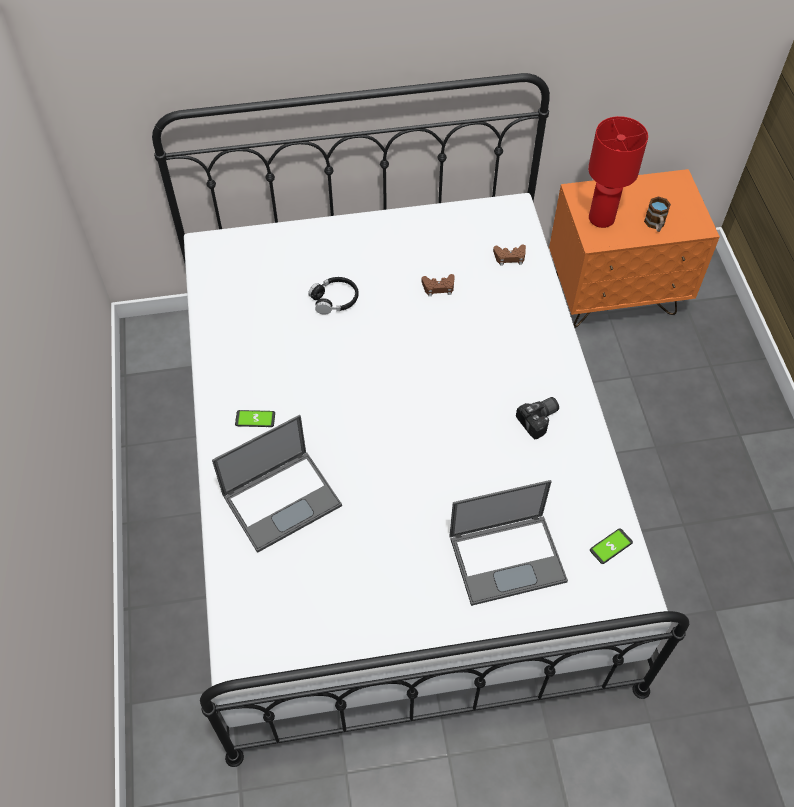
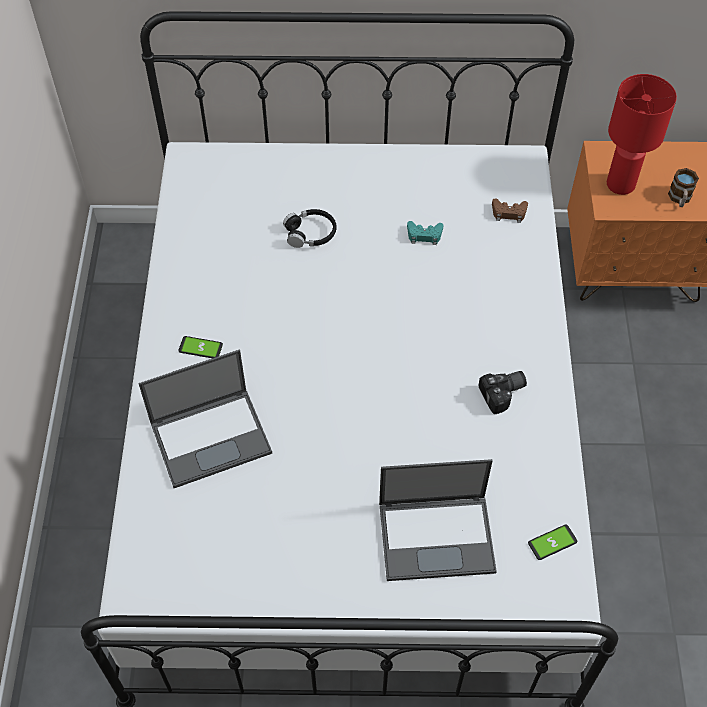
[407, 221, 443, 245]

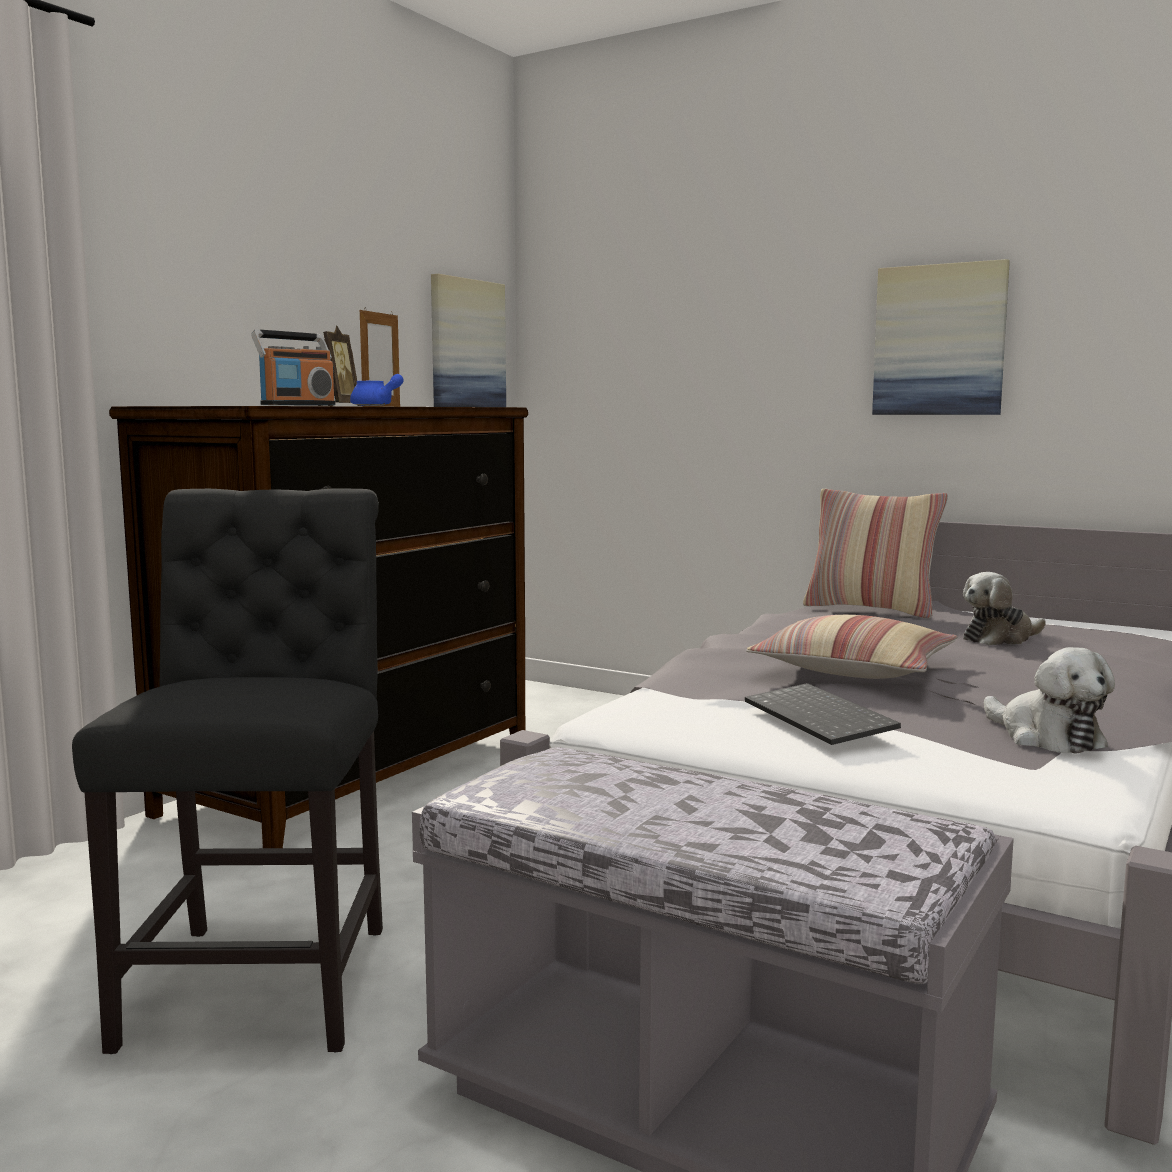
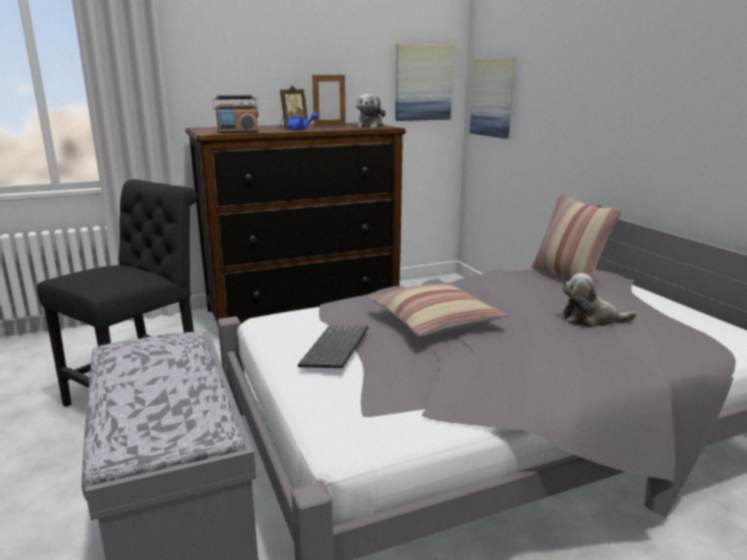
[470, 57, 515, 139]
[355, 94, 386, 128]

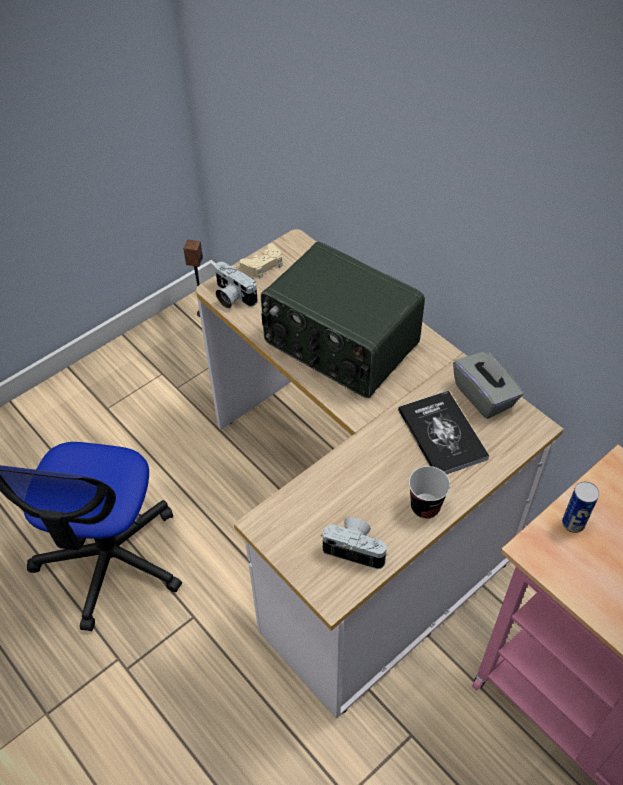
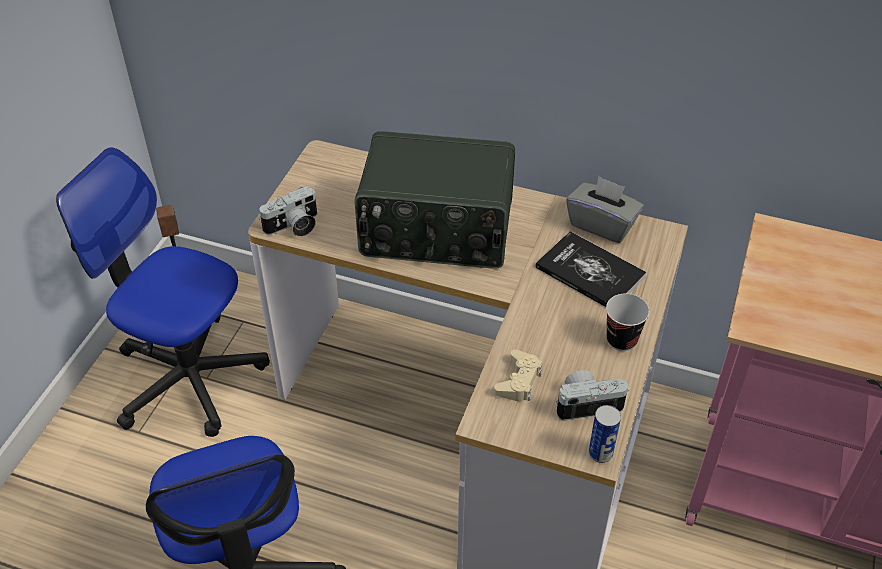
[259, 186, 317, 236]
[494, 349, 542, 401]
[589, 405, 621, 463]
[56, 148, 270, 437]

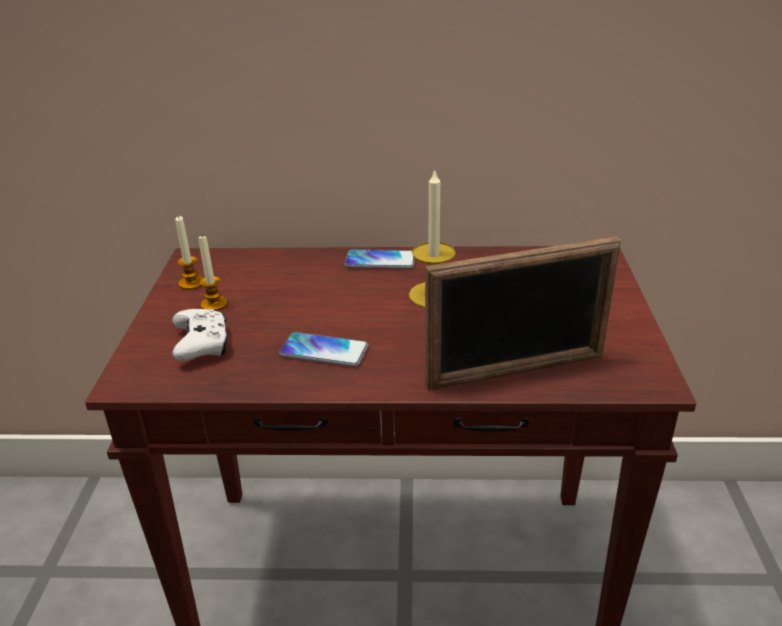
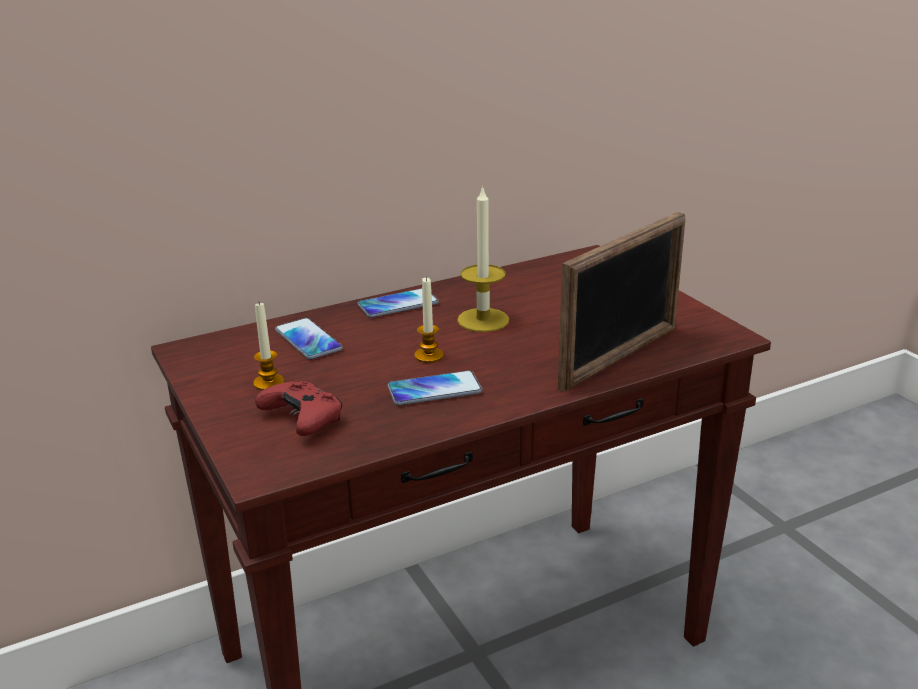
[255, 380, 342, 436]
[414, 276, 444, 363]
[275, 318, 343, 360]

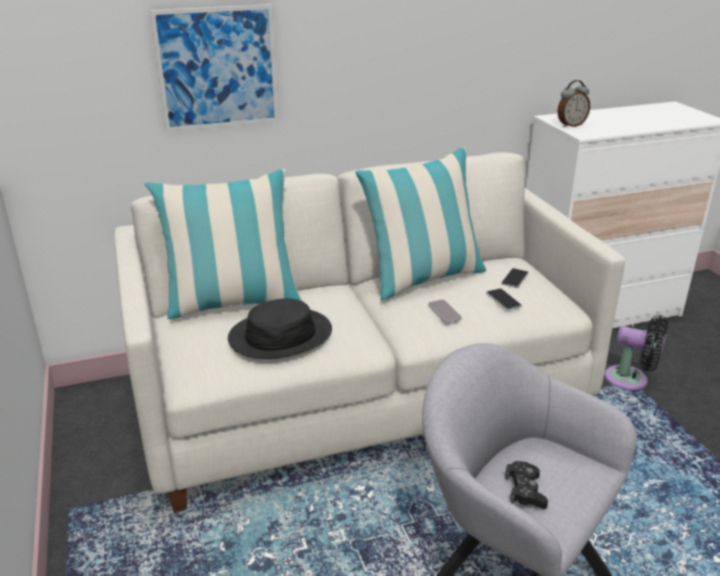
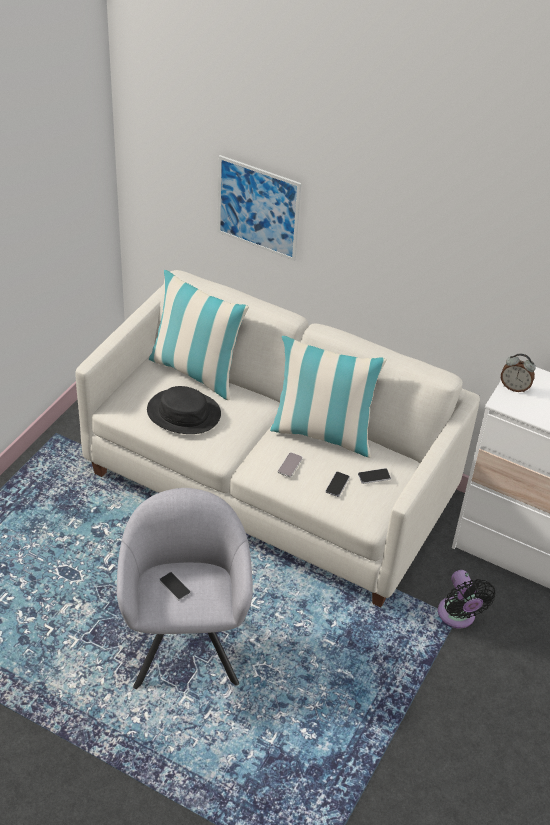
[159, 572, 191, 600]

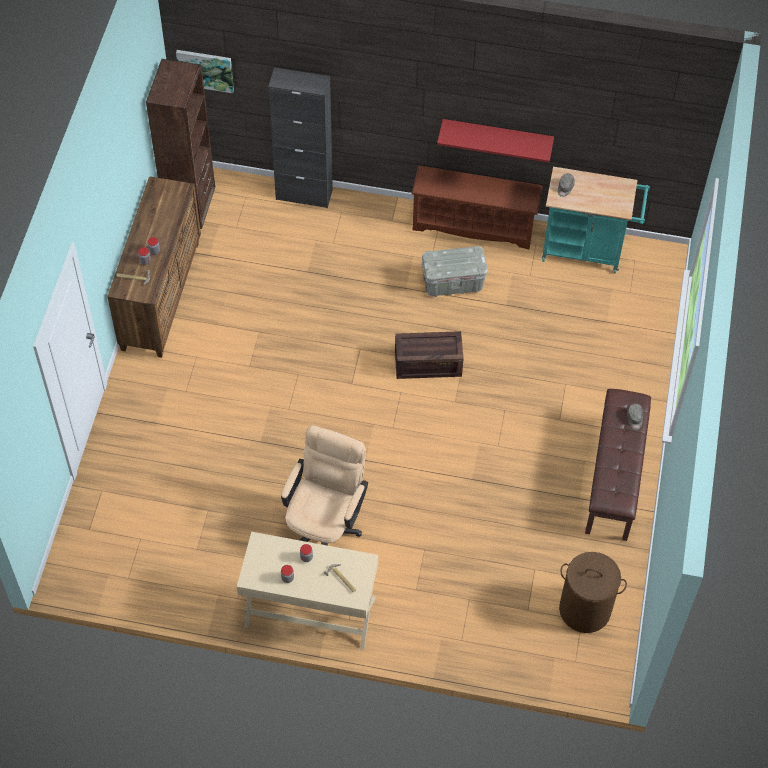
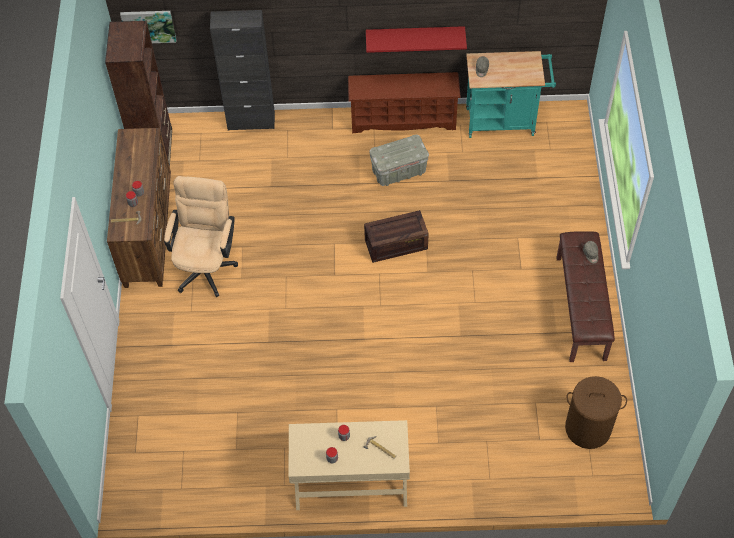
[164, 176, 238, 297]

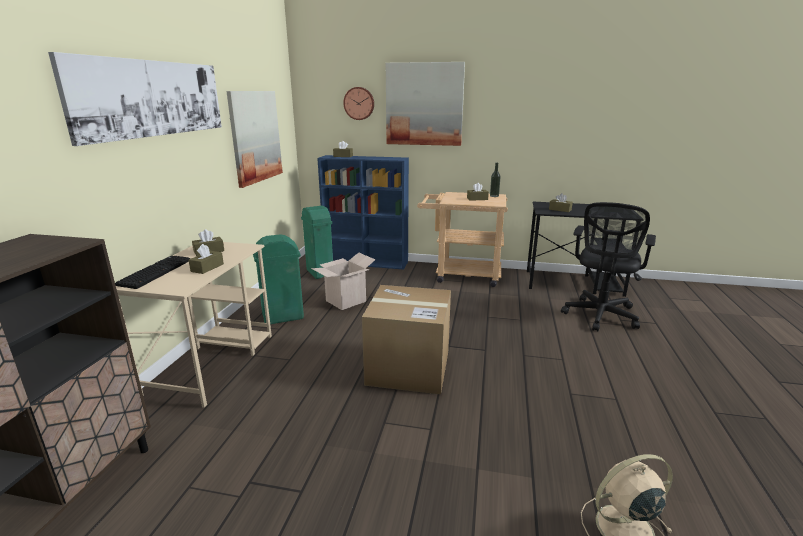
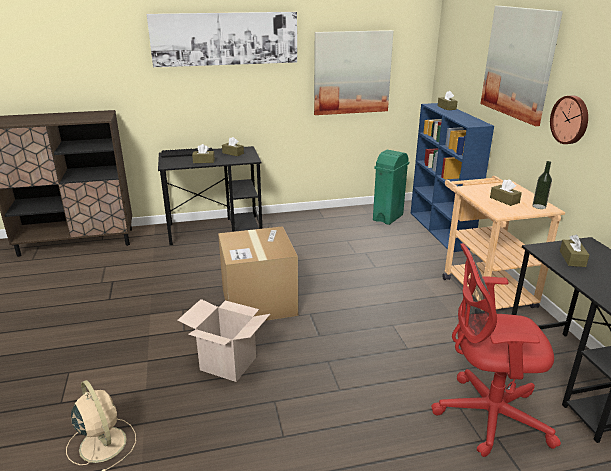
[158, 146, 262, 245]
[253, 234, 304, 324] (first image)
[177, 299, 270, 382]
[550, 95, 588, 144]
[431, 243, 561, 457]

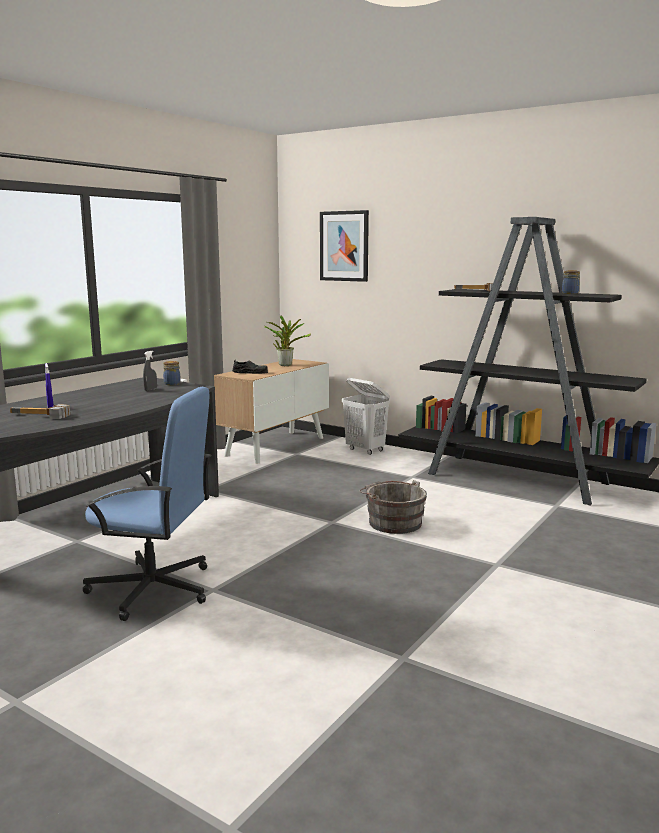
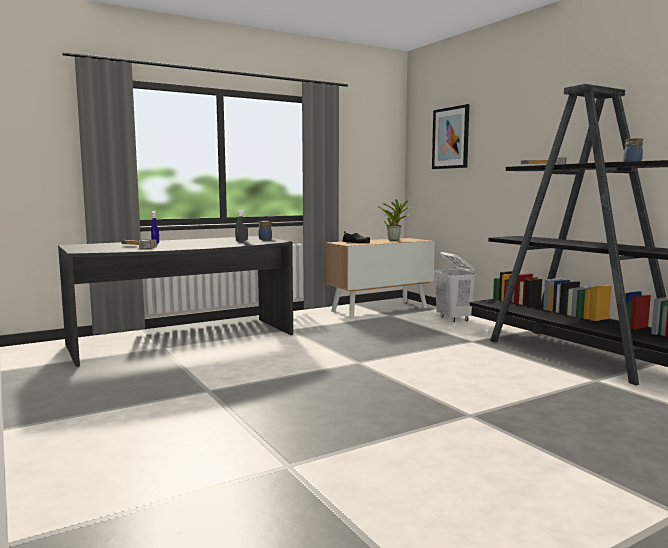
[82, 387, 211, 621] (first image)
[359, 480, 427, 534] (first image)

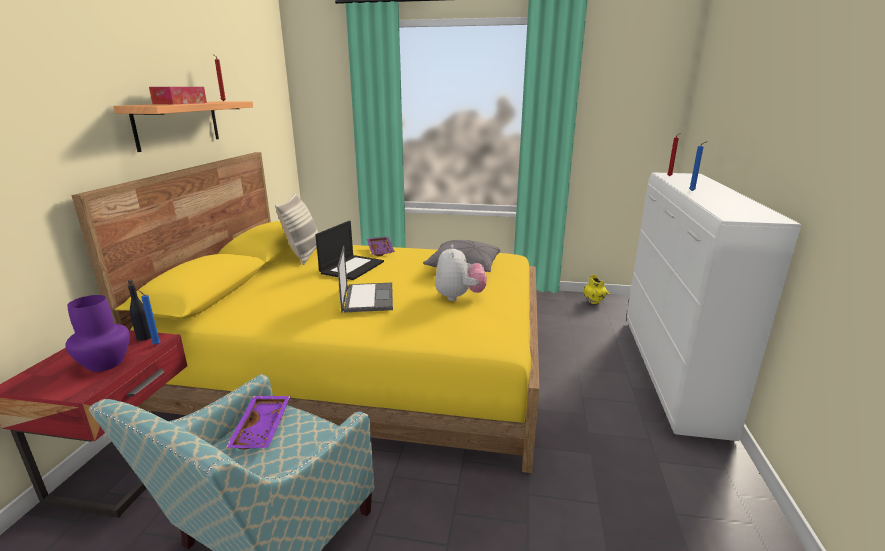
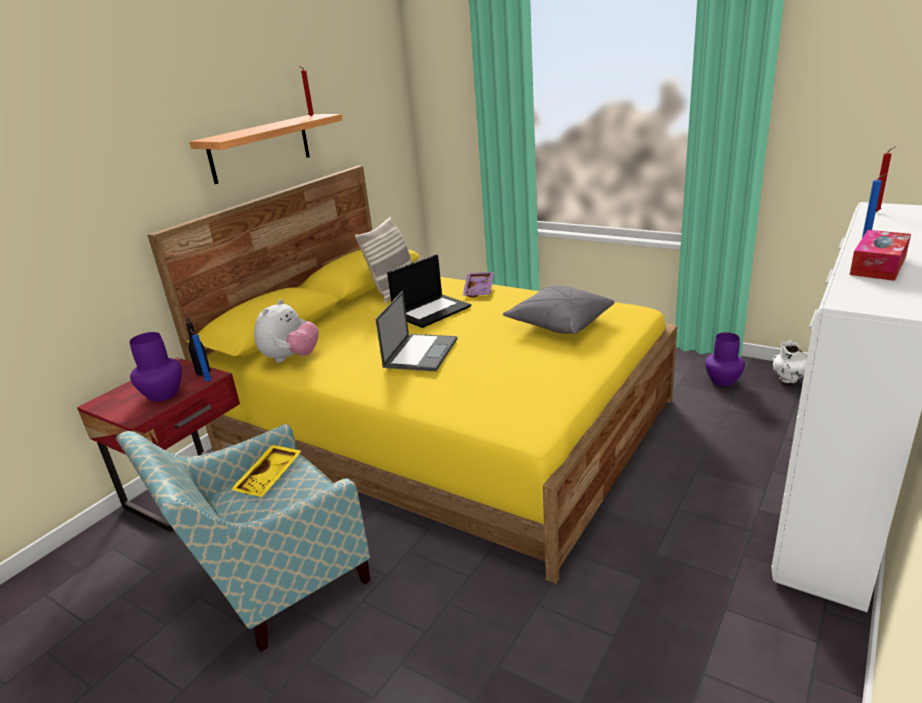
[850, 230, 911, 281]
[231, 445, 301, 497]
[254, 299, 319, 363]
[773, 340, 806, 383]
[705, 332, 745, 386]

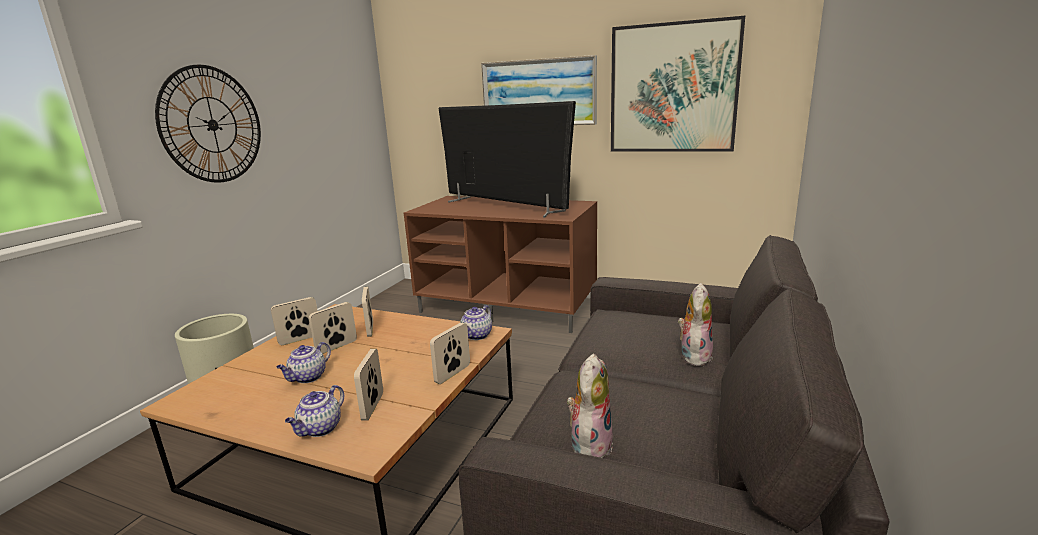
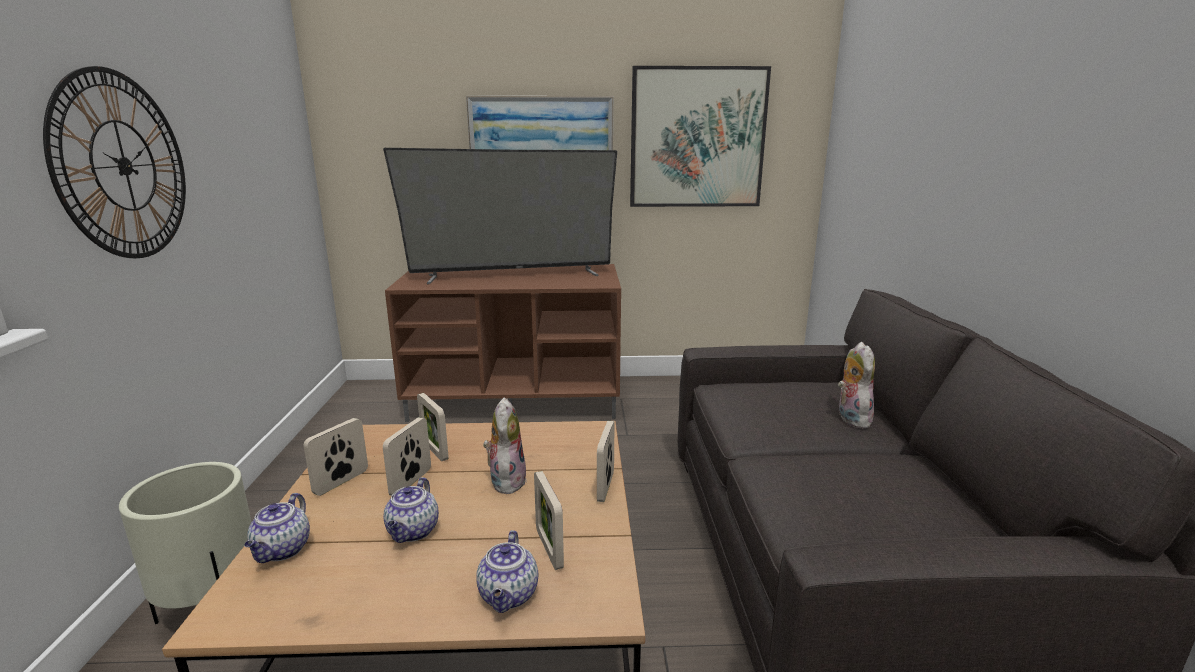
[383, 148, 617, 284]
[244, 493, 310, 563]
[483, 397, 527, 494]

